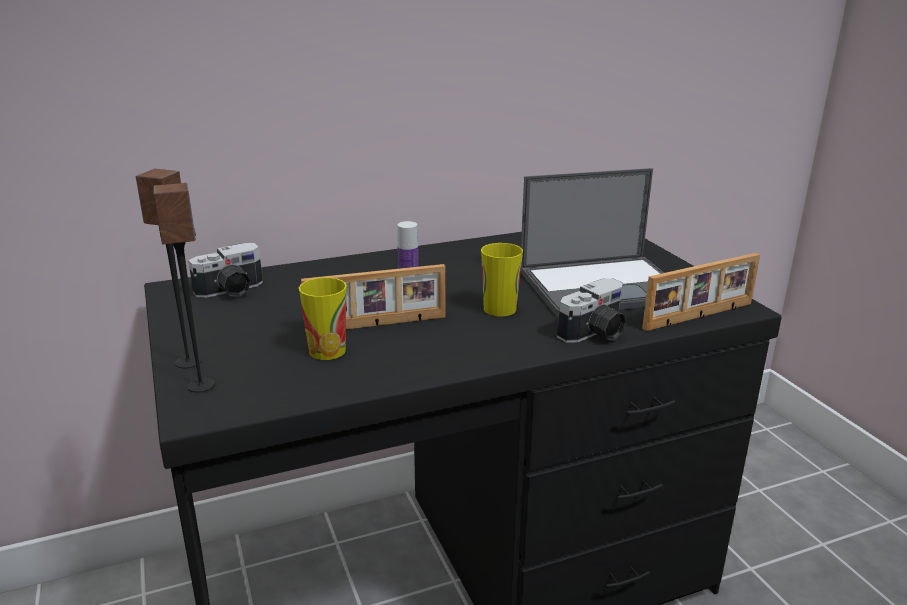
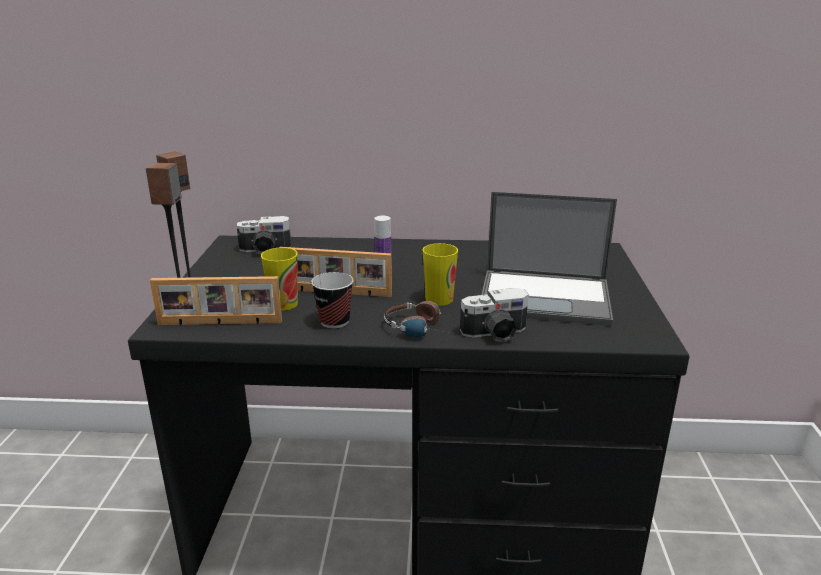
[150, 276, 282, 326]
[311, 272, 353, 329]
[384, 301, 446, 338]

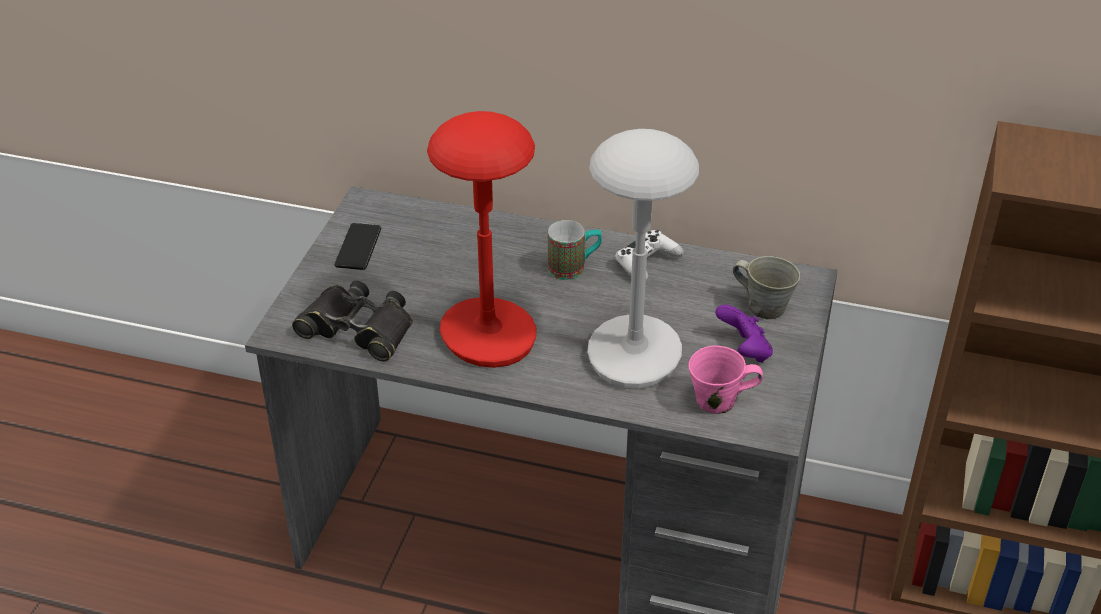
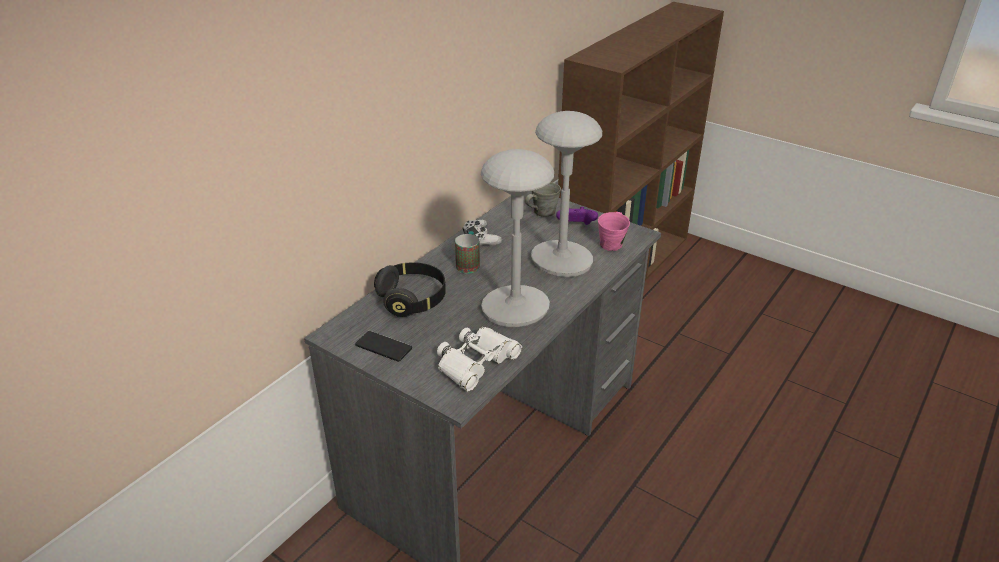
[437, 327, 522, 392]
[481, 149, 554, 327]
[374, 262, 446, 317]

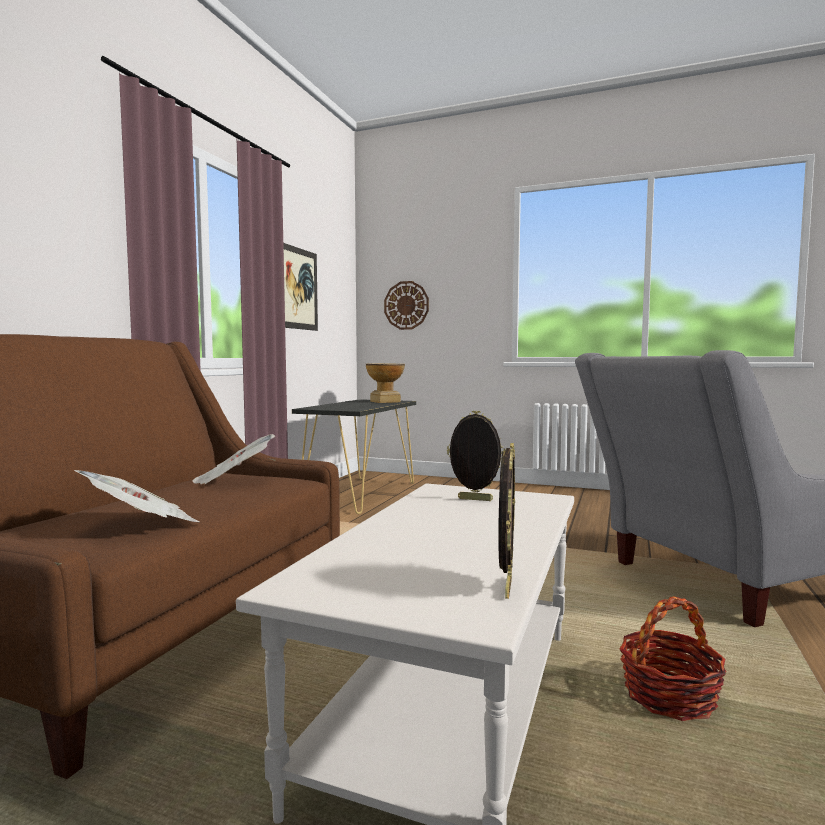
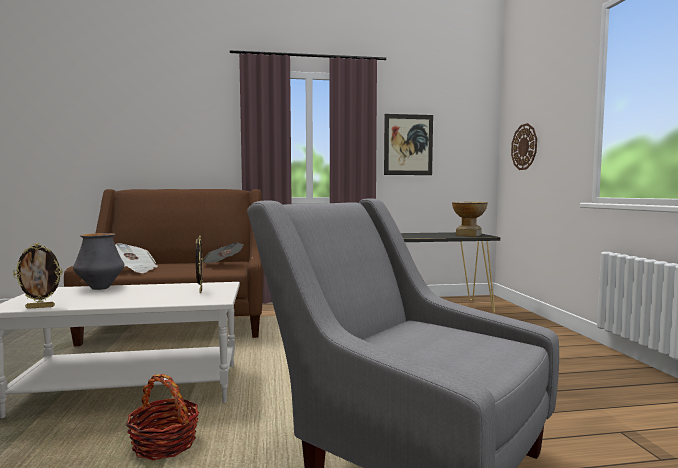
[73, 233, 125, 290]

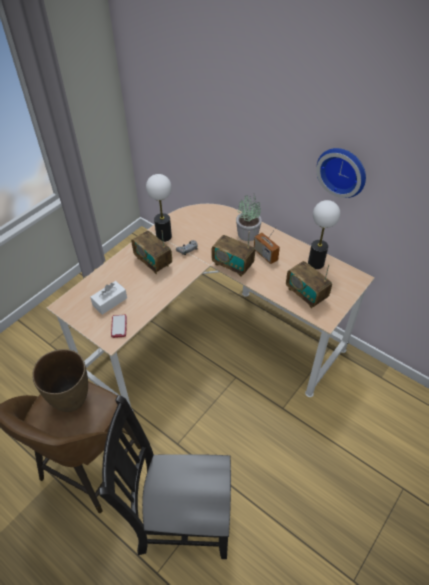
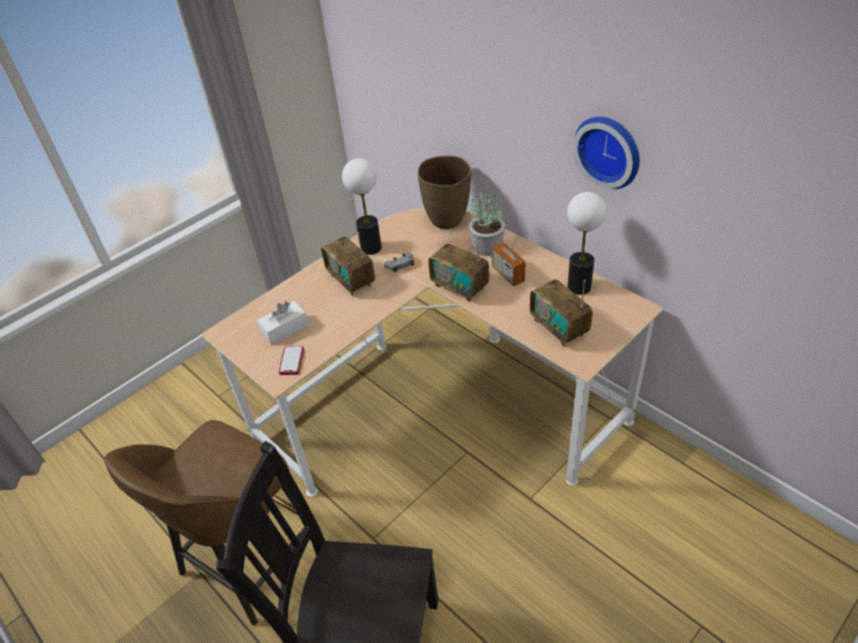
[418, 156, 471, 229]

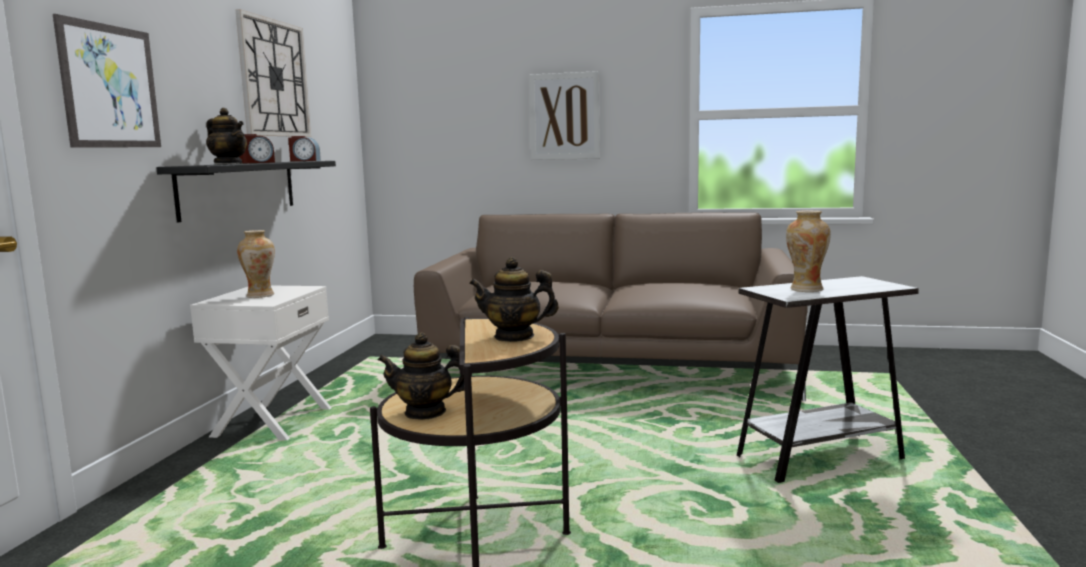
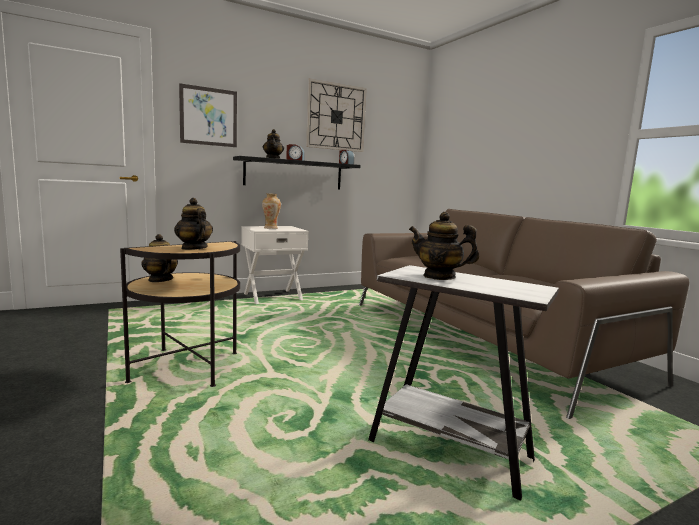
[529, 71, 600, 160] (first image)
[409, 212, 479, 280]

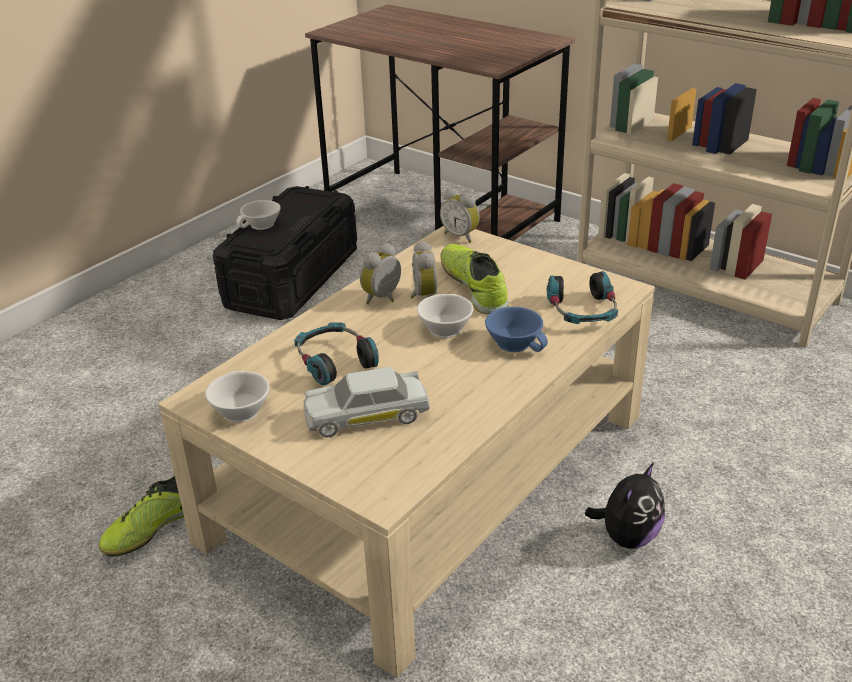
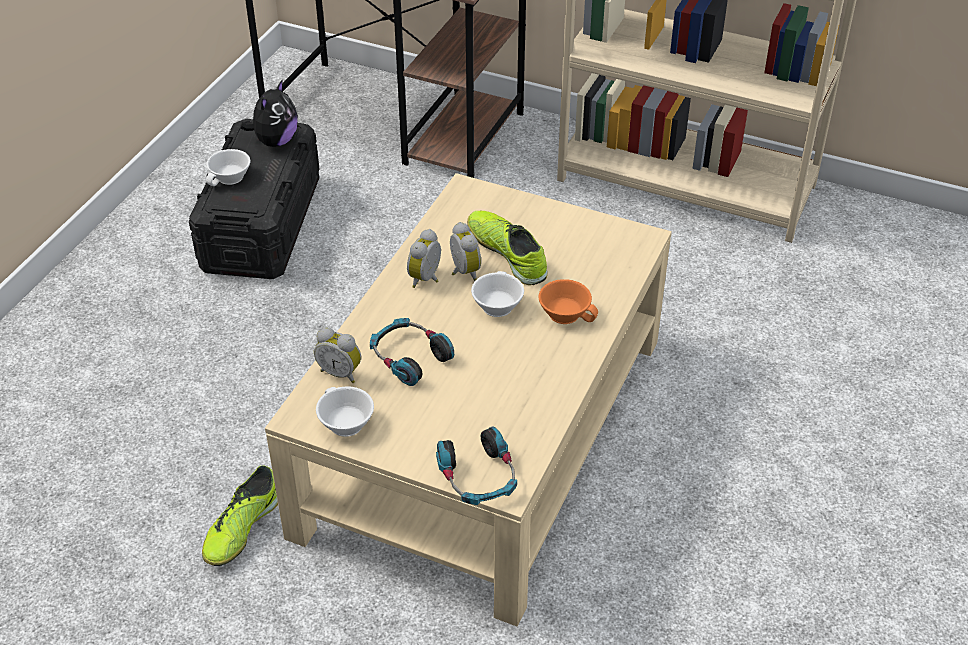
[304, 367, 430, 437] (first image)
[314, 327, 361, 383]
[539, 279, 598, 324]
[436, 426, 517, 505]
[240, 79, 298, 147]

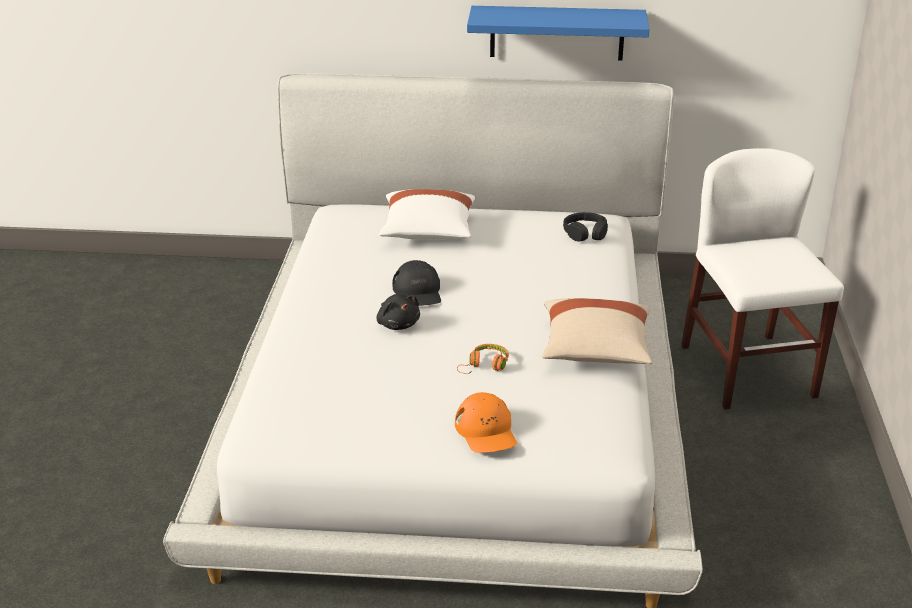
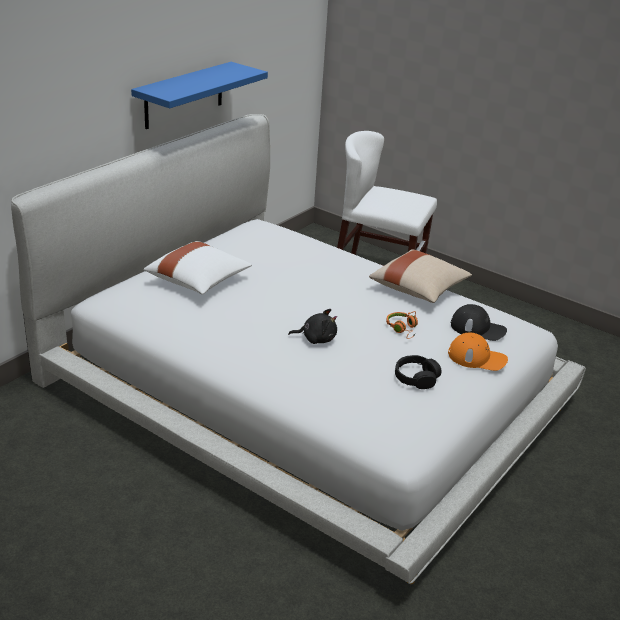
[451, 304, 507, 341]
[395, 355, 442, 389]

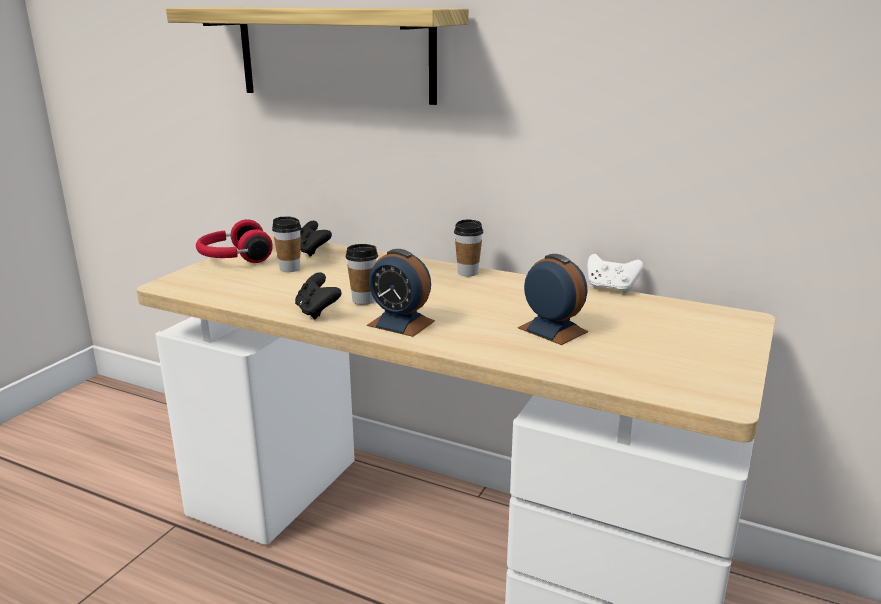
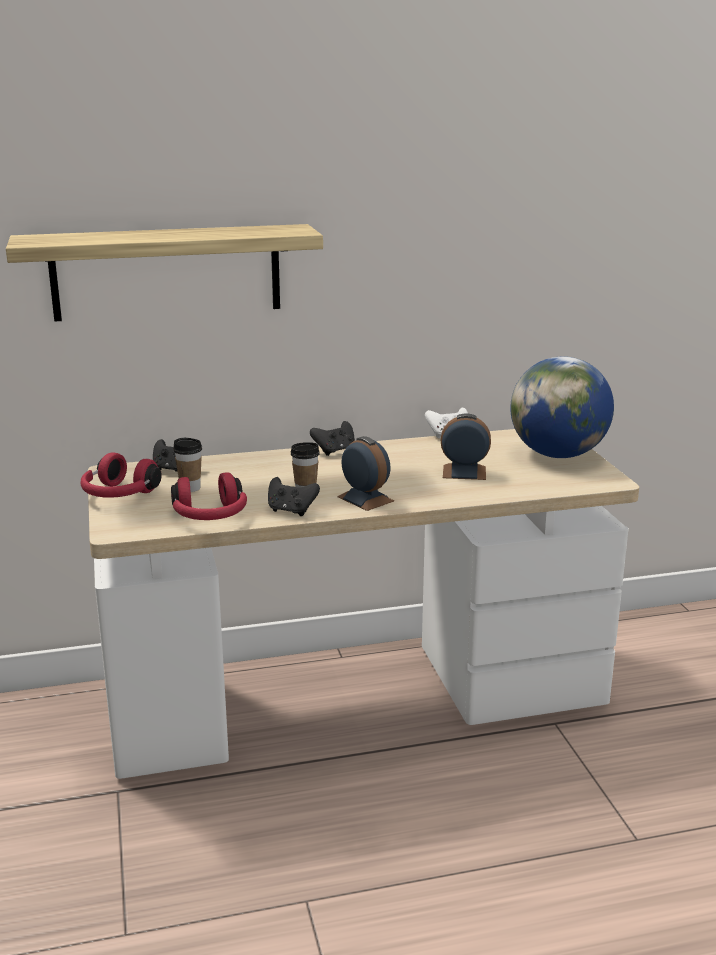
[337, 436, 394, 511]
[310, 421, 355, 456]
[171, 472, 247, 520]
[510, 356, 614, 458]

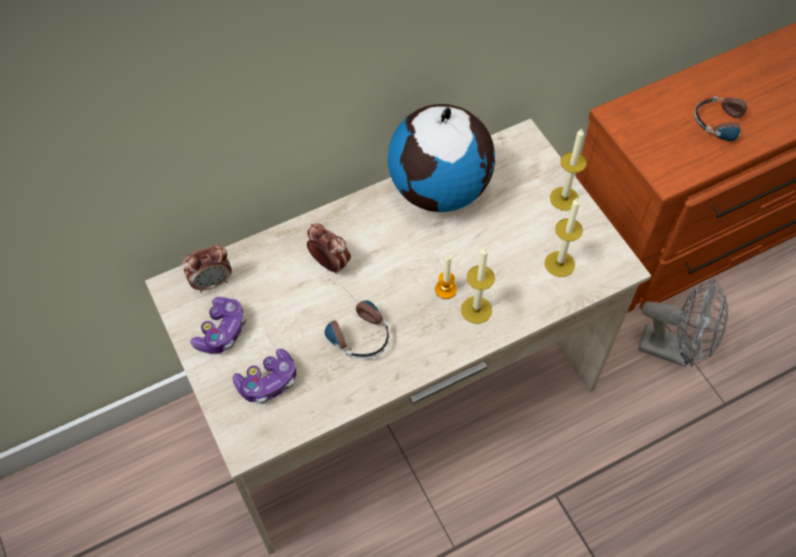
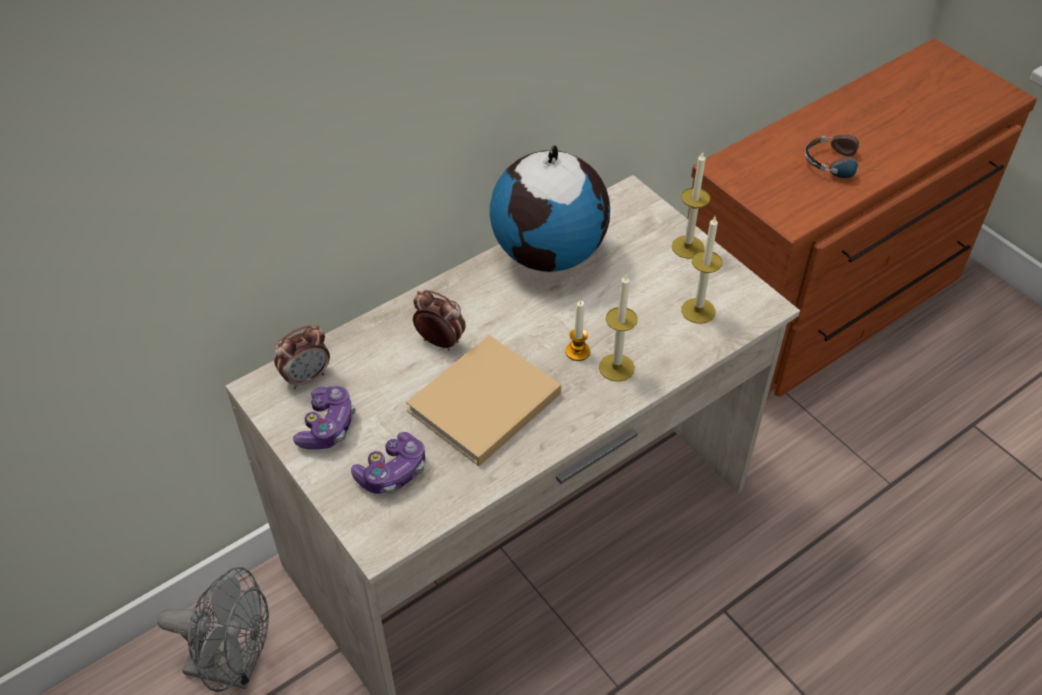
[406, 335, 561, 466]
[157, 567, 269, 692]

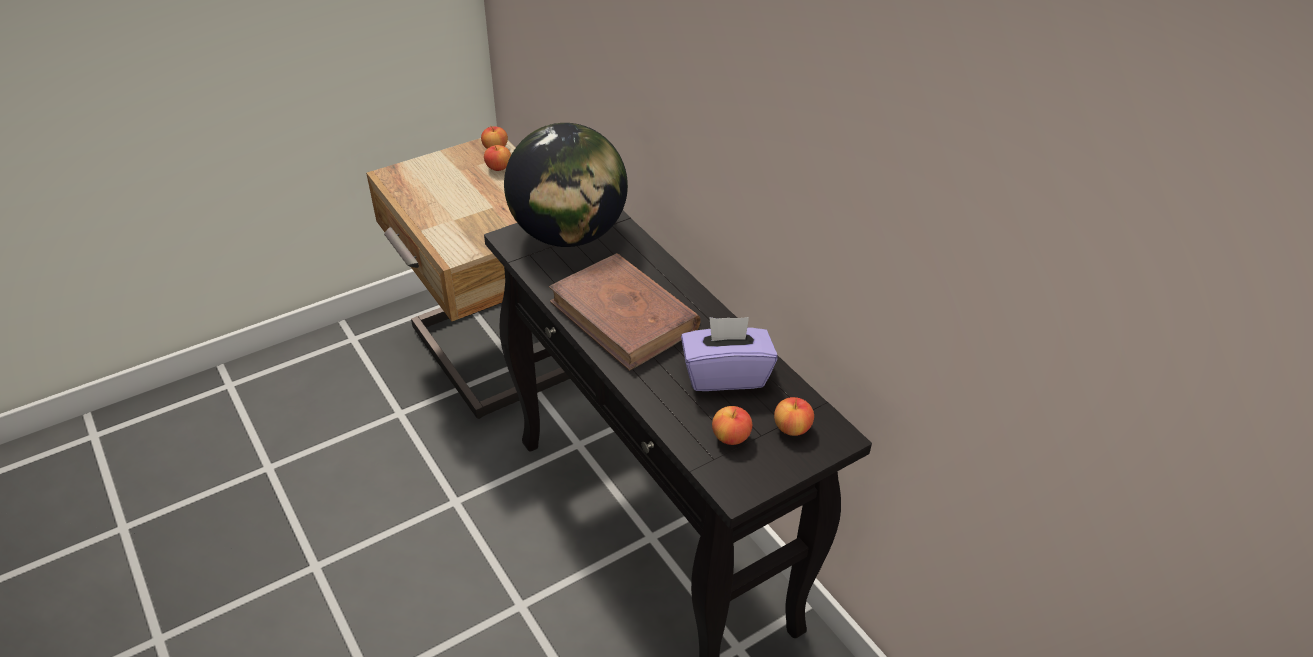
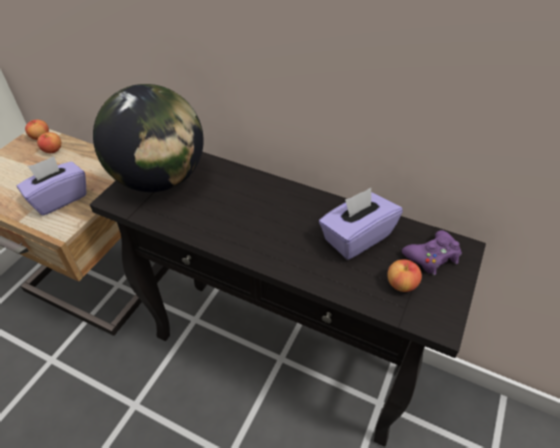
[549, 253, 701, 371] (first image)
[402, 230, 462, 275]
[17, 156, 86, 216]

